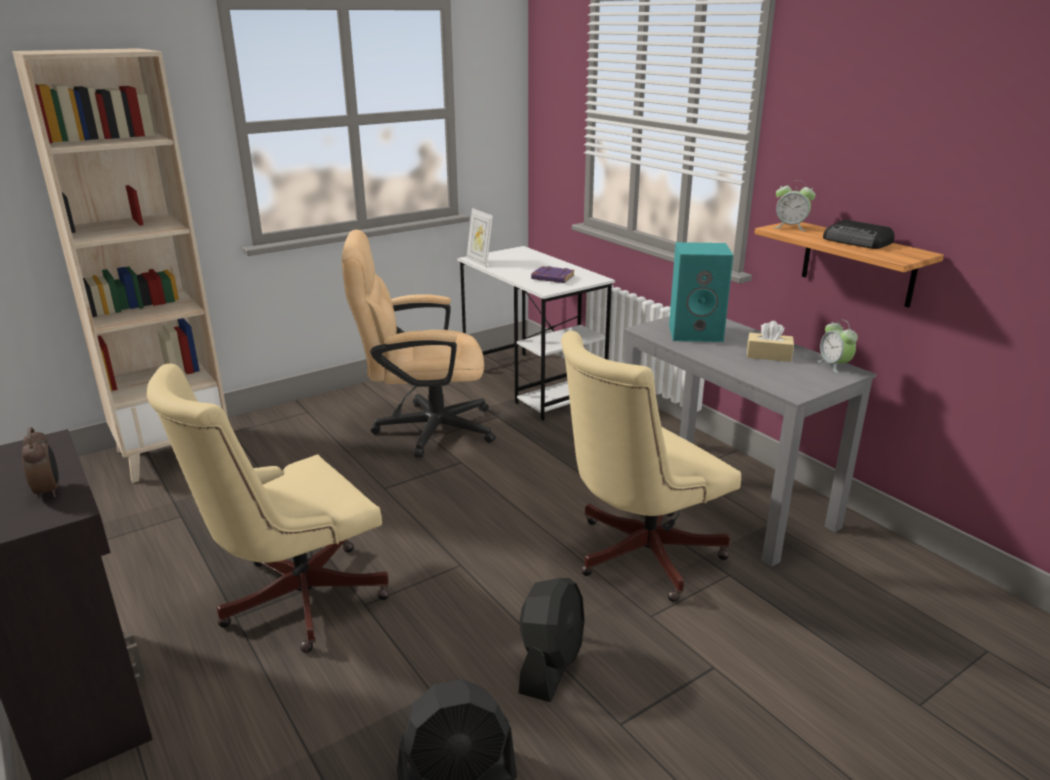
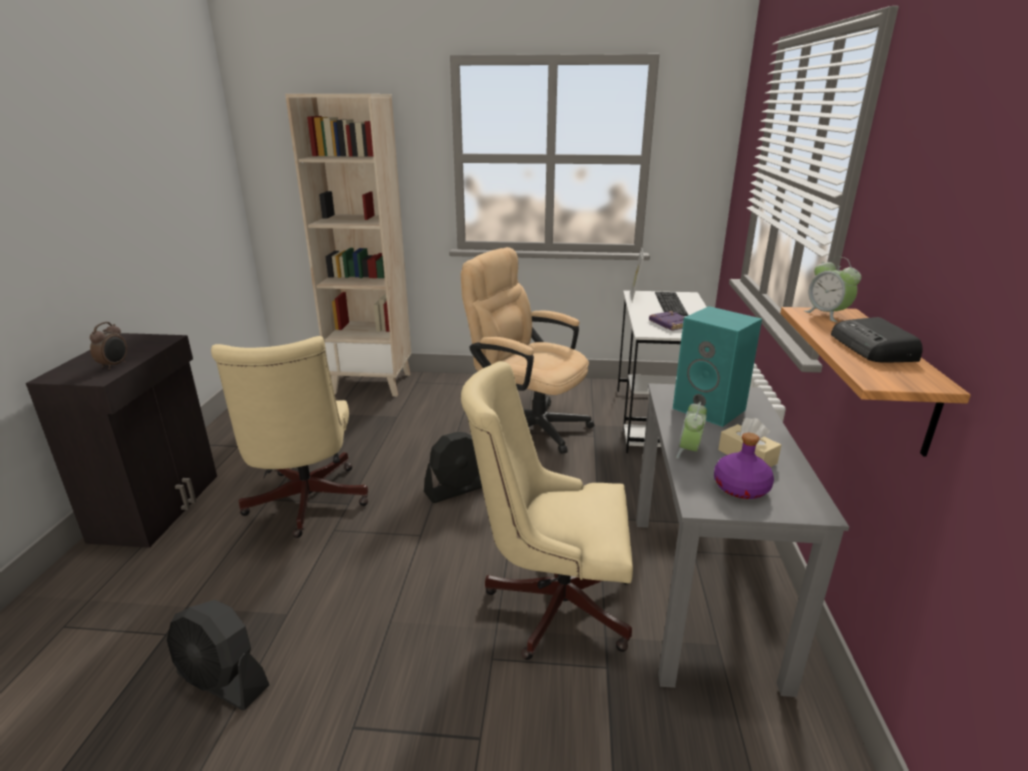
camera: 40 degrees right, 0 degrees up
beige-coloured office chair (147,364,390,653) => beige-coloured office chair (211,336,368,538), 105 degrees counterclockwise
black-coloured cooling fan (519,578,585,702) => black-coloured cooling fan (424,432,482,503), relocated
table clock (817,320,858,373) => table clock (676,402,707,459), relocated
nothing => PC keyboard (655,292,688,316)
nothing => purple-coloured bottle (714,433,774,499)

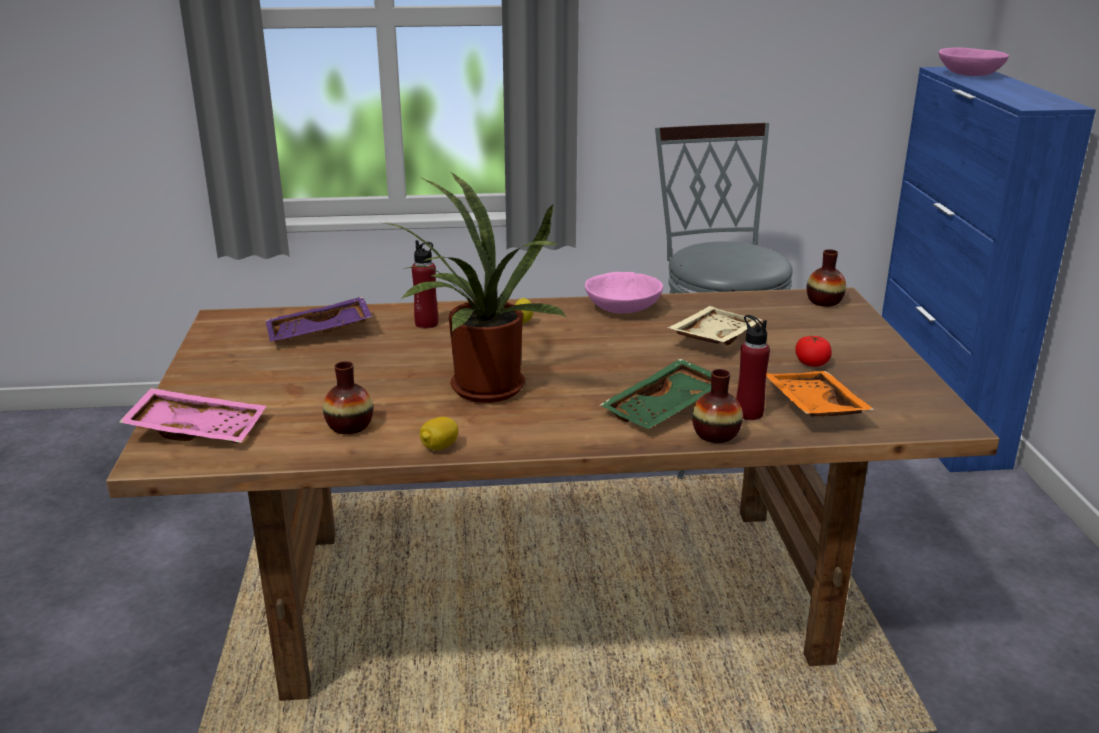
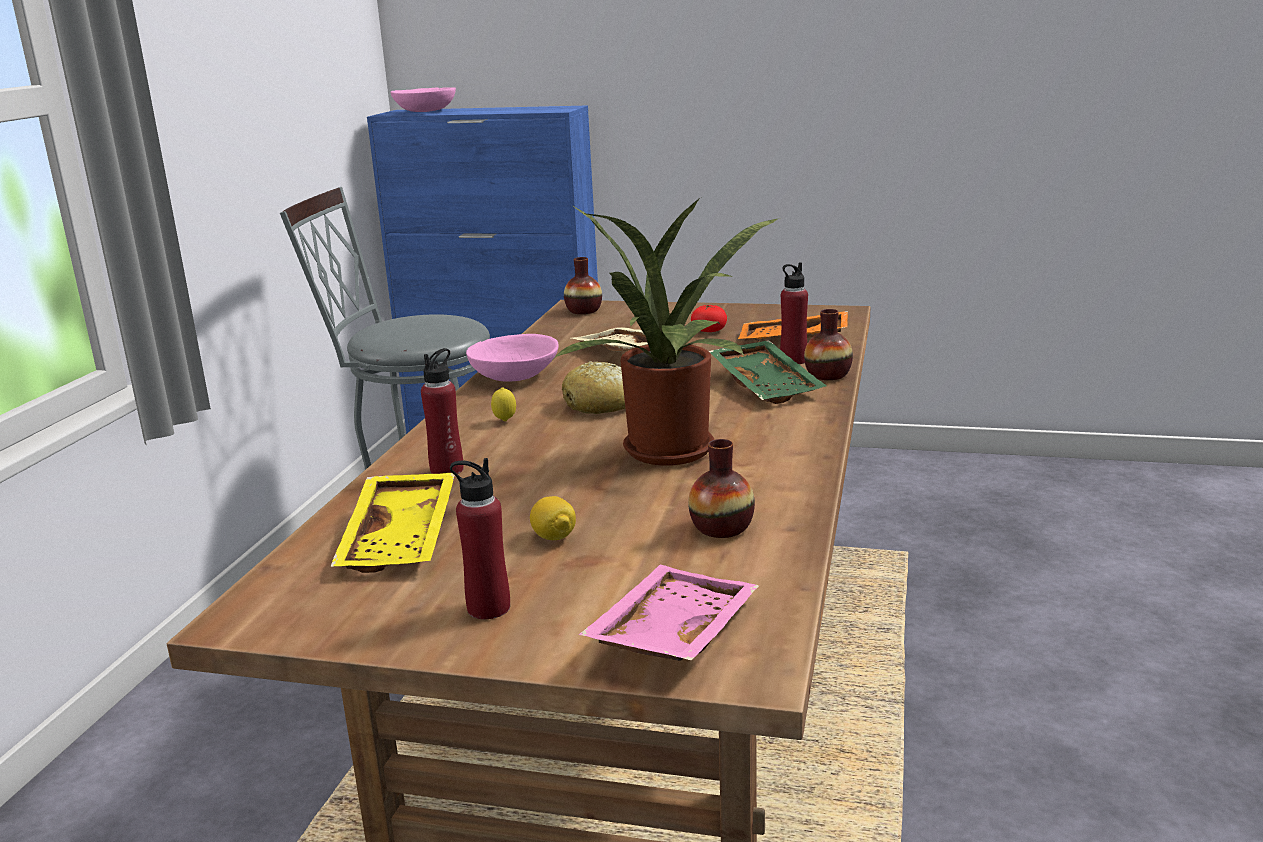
camera: 70 degrees left, 5 degrees down
purple-coloured tray (265,296,372,342) => yellow tray (330,473,455,573)
citrus fruit (420,417,459,450) => citrus fruit (530,496,576,540), relocated
nothing => red bottle (450,458,510,619)
nothing => baked bread (562,361,625,414)

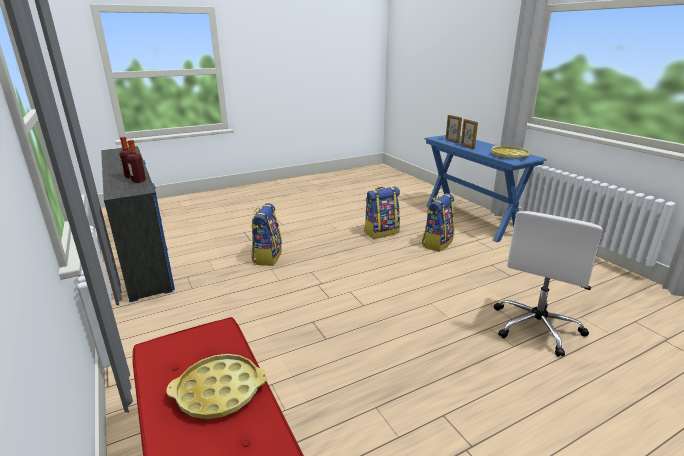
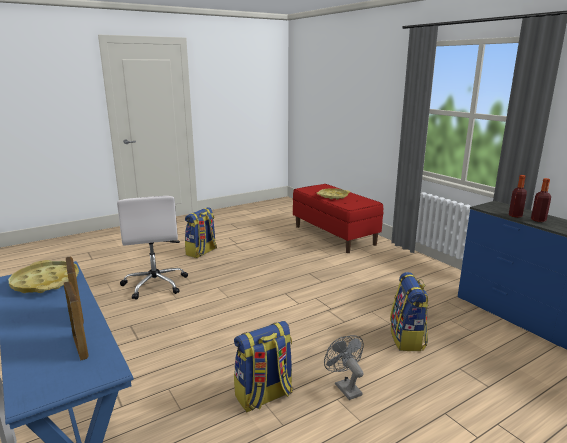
camera: 175 degrees right, 5 degrees down
rucksack (422,193,455,252) => rucksack (185,207,217,258), relocated
white-coloured office chair (494,211,603,357) => white-coloured office chair (117,196,188,300), 135 degrees clockwise
nothing => grey cooling fan (324,335,364,400)

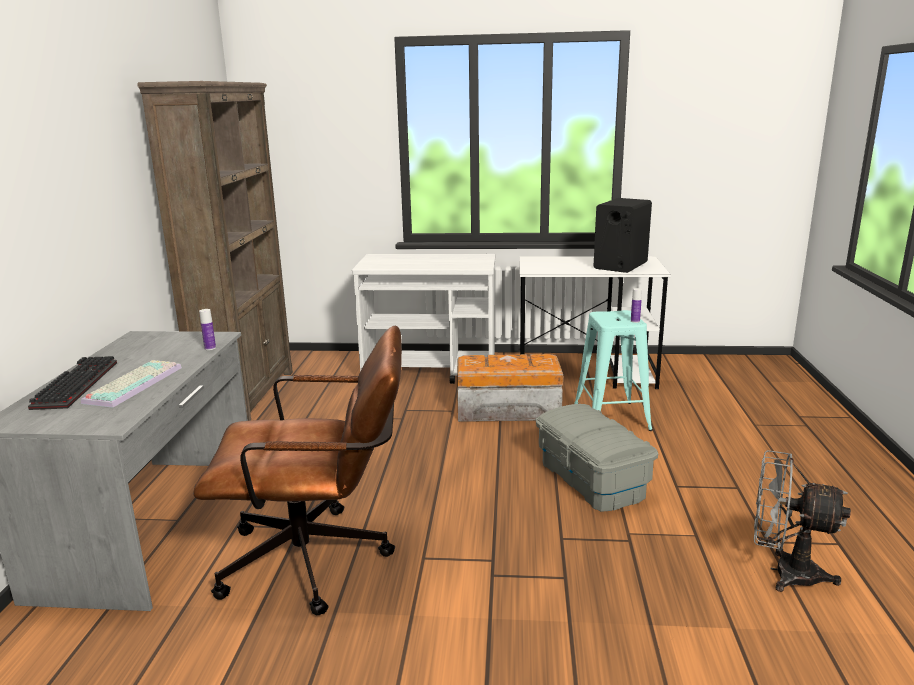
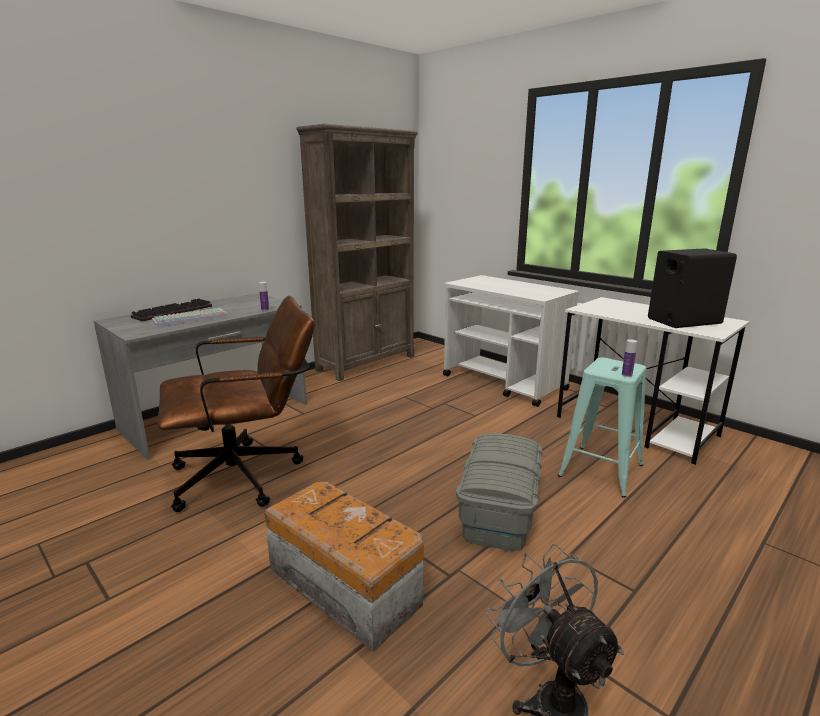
camera: 40 degrees right, 0 degrees up
brown office chair (193,325,402,615) => brown office chair (157,296,315,512), 60 degrees counterclockwise
storage container (457,354,563,422) => storage container (264,482,424,652), relocated

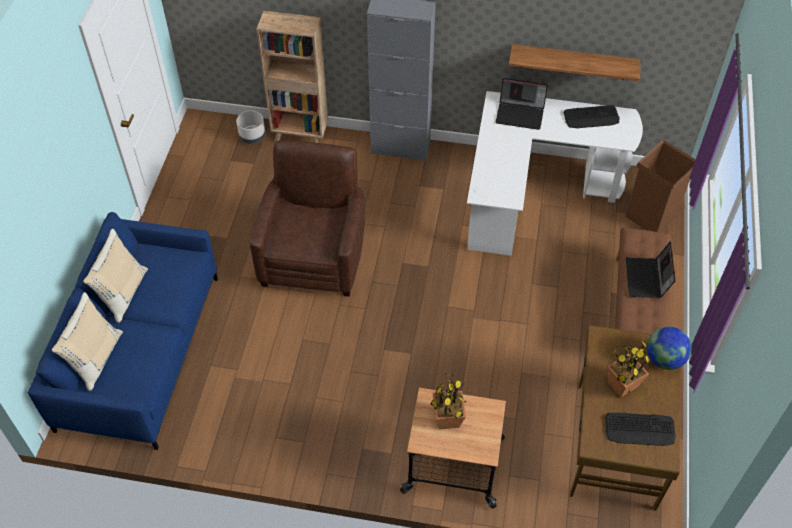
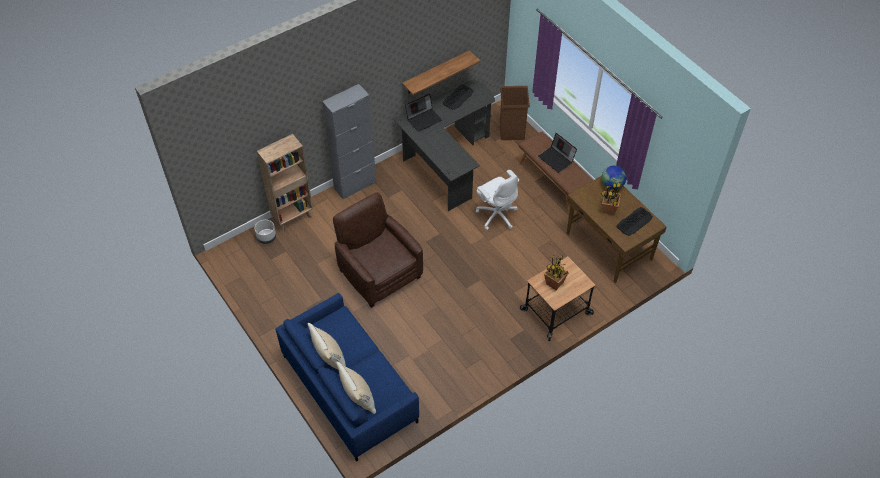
camera: 45 degrees left, 0 degrees up
white-coloured desk unit (467,91,643,256) => black-coloured desk unit (393,79,495,211)
nothing => white-coloured office chair (476,170,519,230)

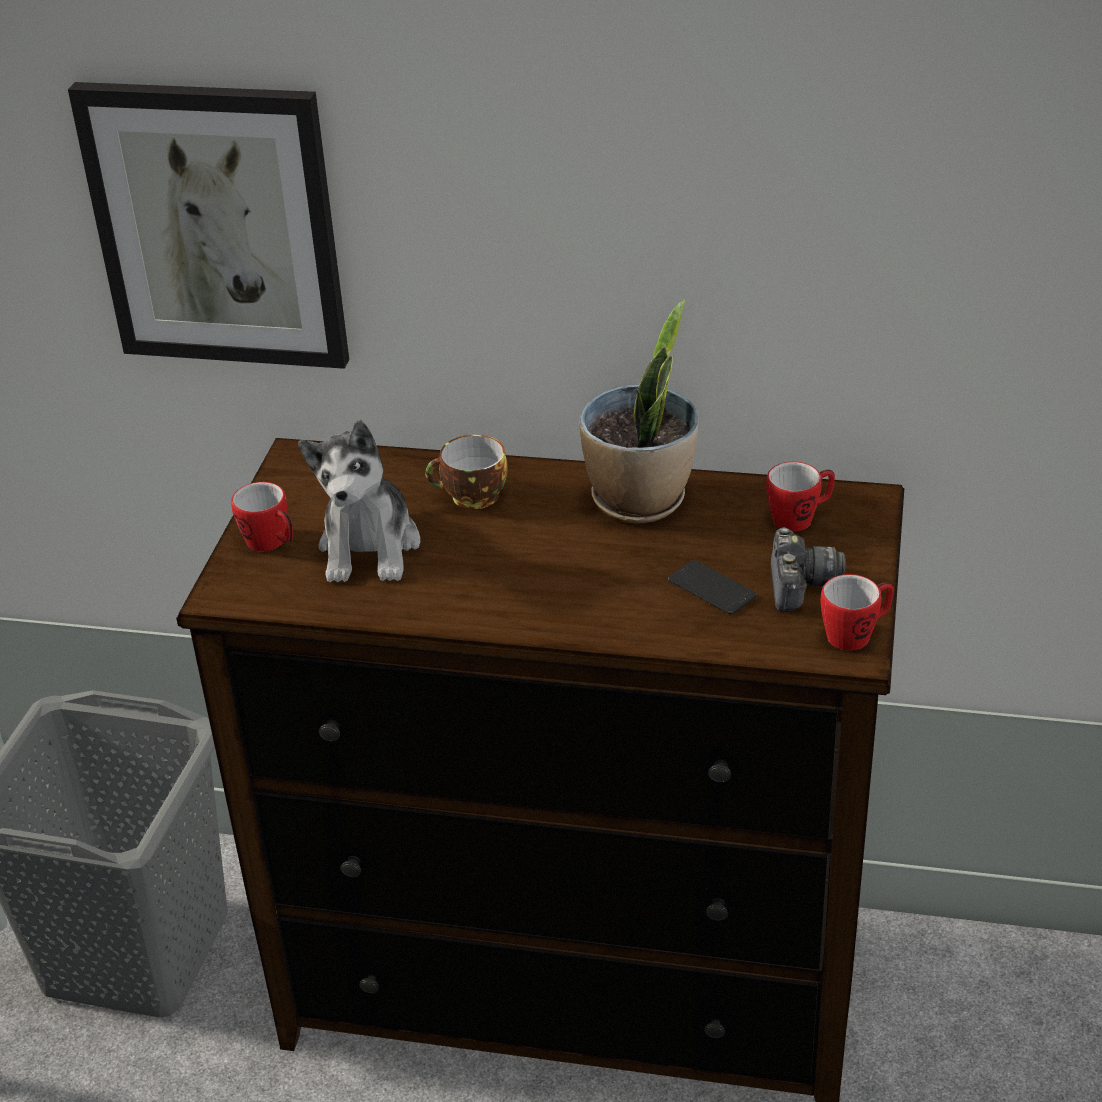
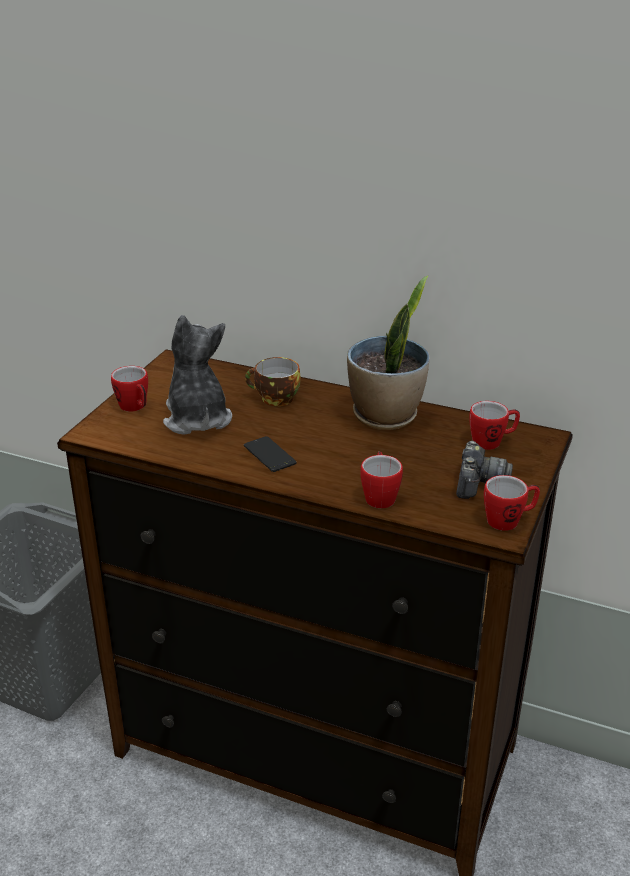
camera: 10 degrees right, 5 degrees down
picture (68,82,349,369) => nothing
cuddly toy (298,420,420,582) => cuddly toy (163,315,232,435), 150 degrees clockwise
handset (668,560,757,615) => handset (244,436,296,472), relocated
nothing => mug (360,451,403,508)

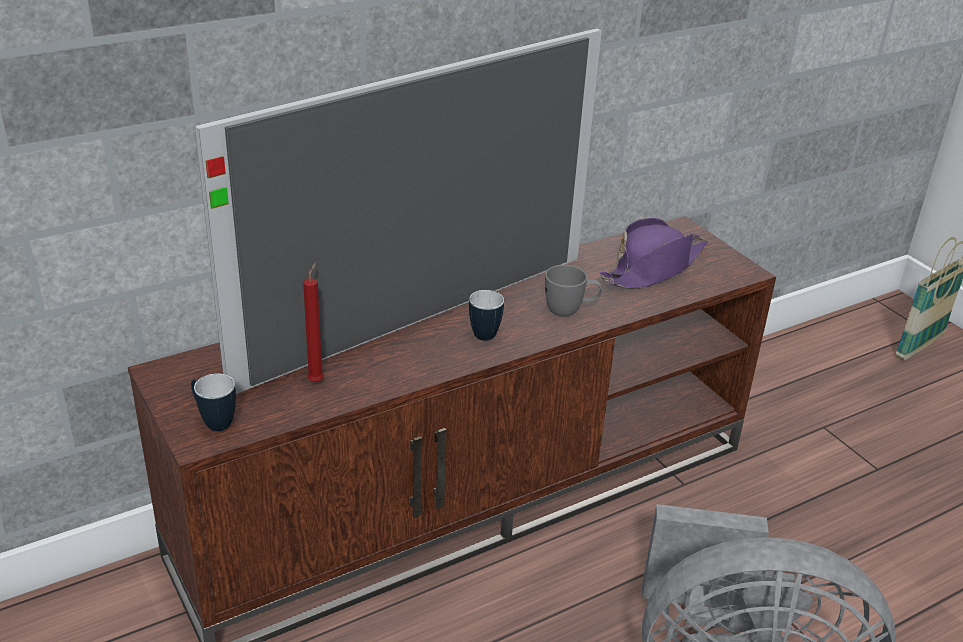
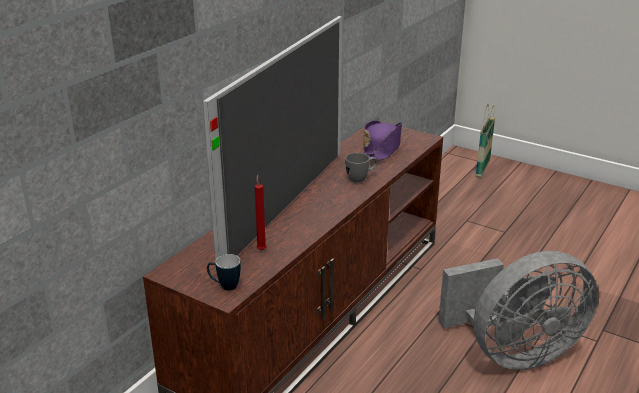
camera: 25 degrees left, 5 degrees down
mug (469,290,504,341) => nothing

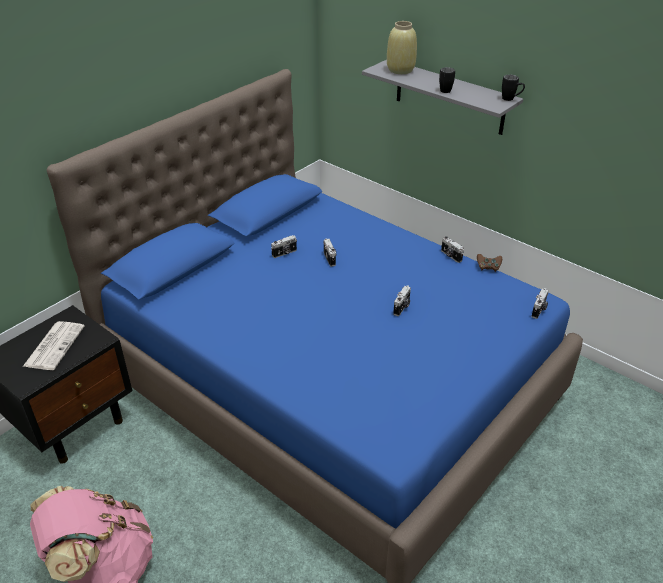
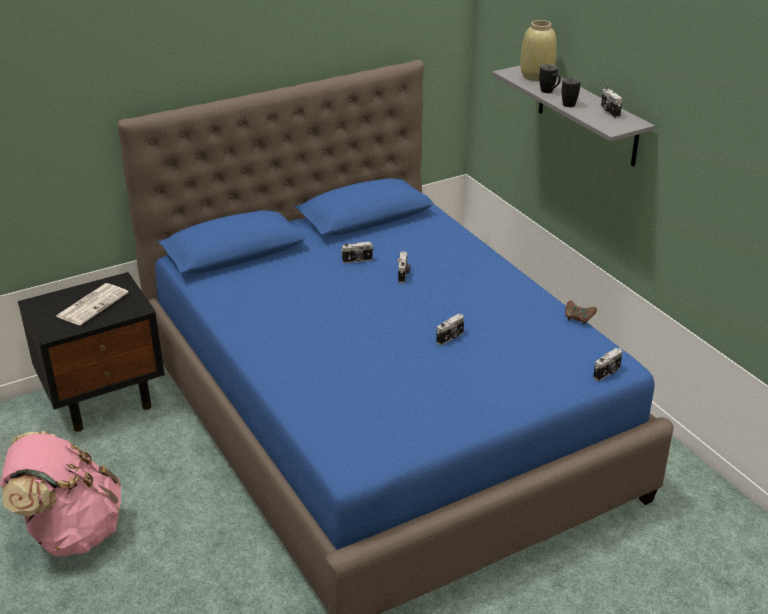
camera: 20 degrees right, 5 degrees down
still camera (441,236,464,263) => still camera (601,87,622,118), relocated
black-coloured mug (502,75,525,101) => black-coloured mug (539,64,561,93), relocated

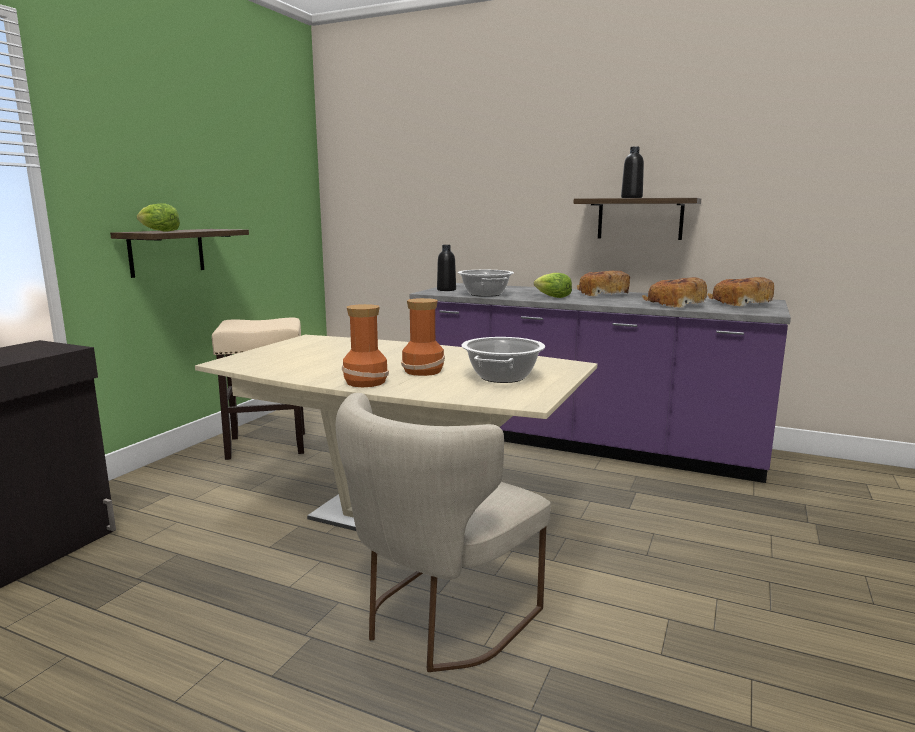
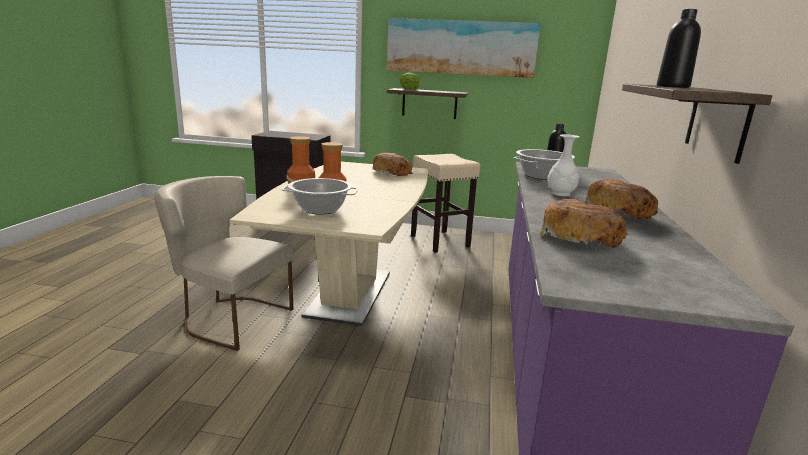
camera: 75 degrees right, 5 degrees up
lettuce head (534,273,572,298) => white-coloured decorative vase (547,134,580,196)
baked bread (708,277,774,306) => baked bread (373,153,413,176), relocated
nothing => picture (387,18,541,78)

